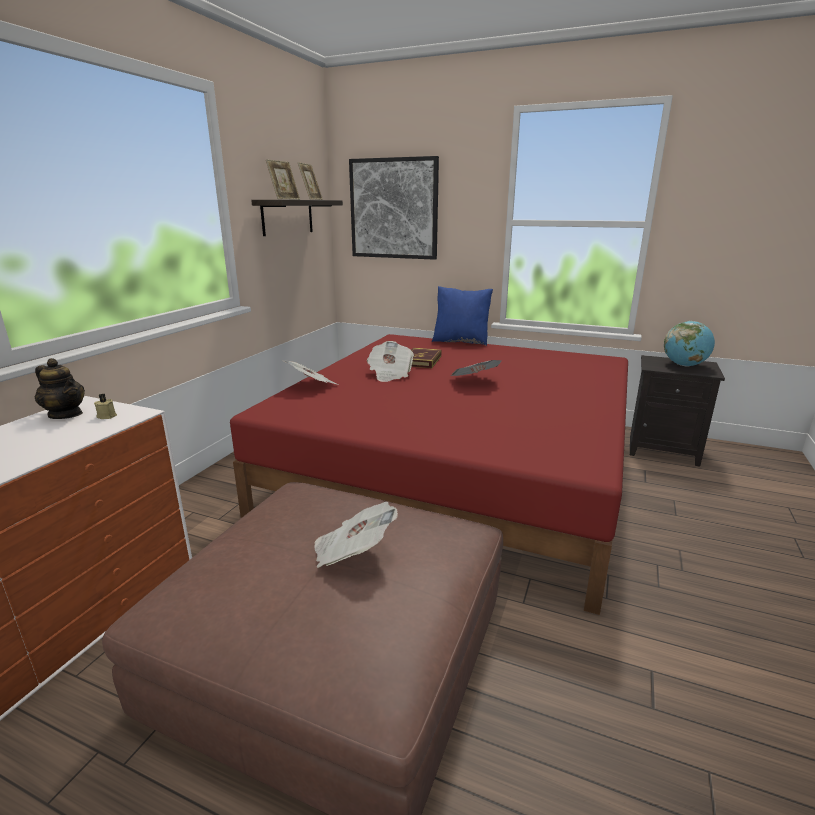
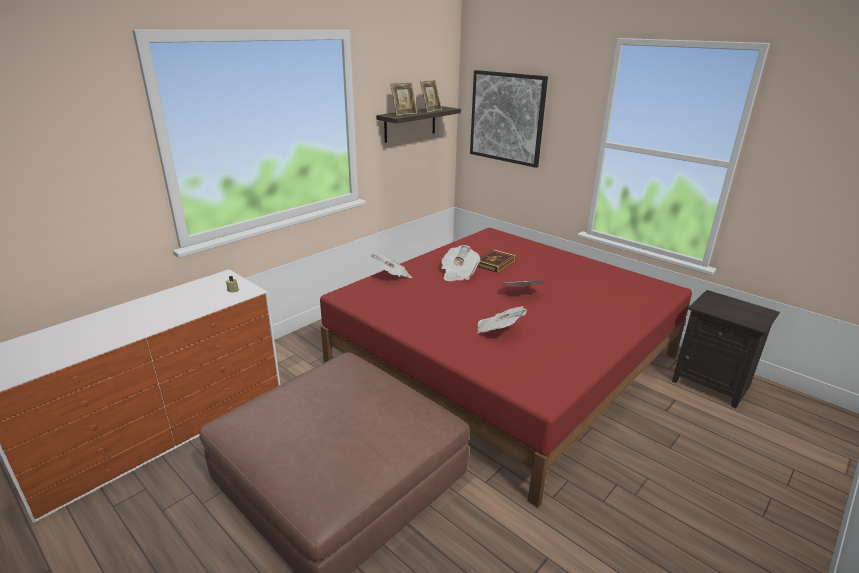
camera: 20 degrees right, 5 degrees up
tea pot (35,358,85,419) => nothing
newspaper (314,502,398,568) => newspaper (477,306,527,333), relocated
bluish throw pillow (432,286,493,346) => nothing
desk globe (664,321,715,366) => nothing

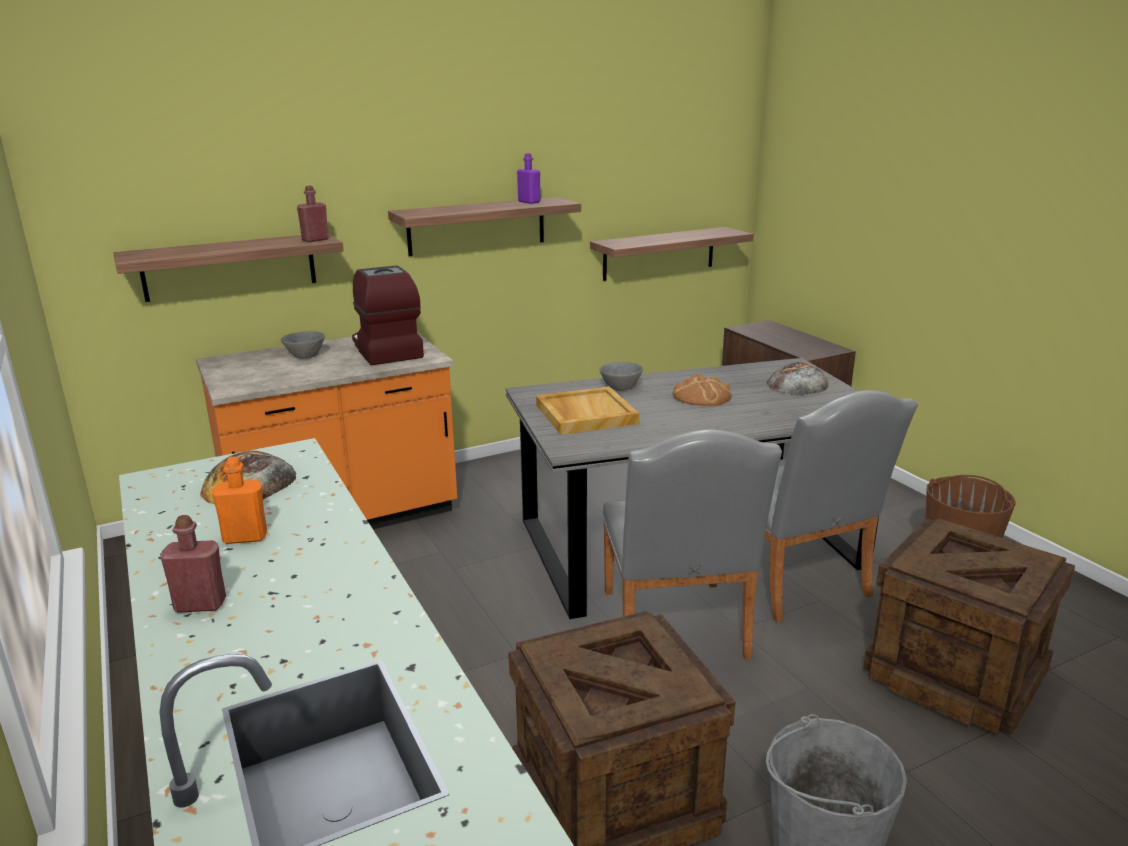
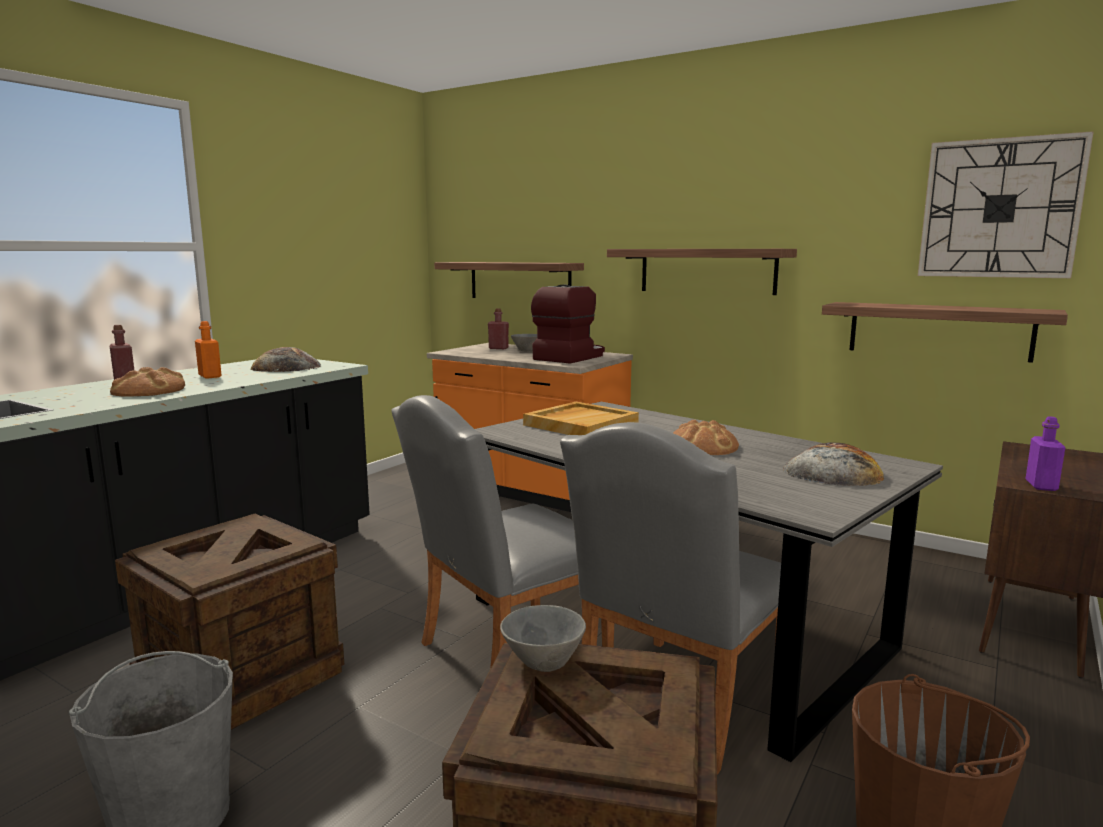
camera: 60 degrees right, 10 degrees down
red bottle (297,186,329,242) => red bottle (488,308,509,349), relocated
purple-coloured bottle (517,153,540,204) => purple-coloured bottle (1025,416,1066,491), relocated
grey serving bowl (599,362,643,391) => grey serving bowl (500,605,586,672), relocated
nothing => baked bread (110,367,185,397)
nothing => clock on the wall (918,131,1094,278)

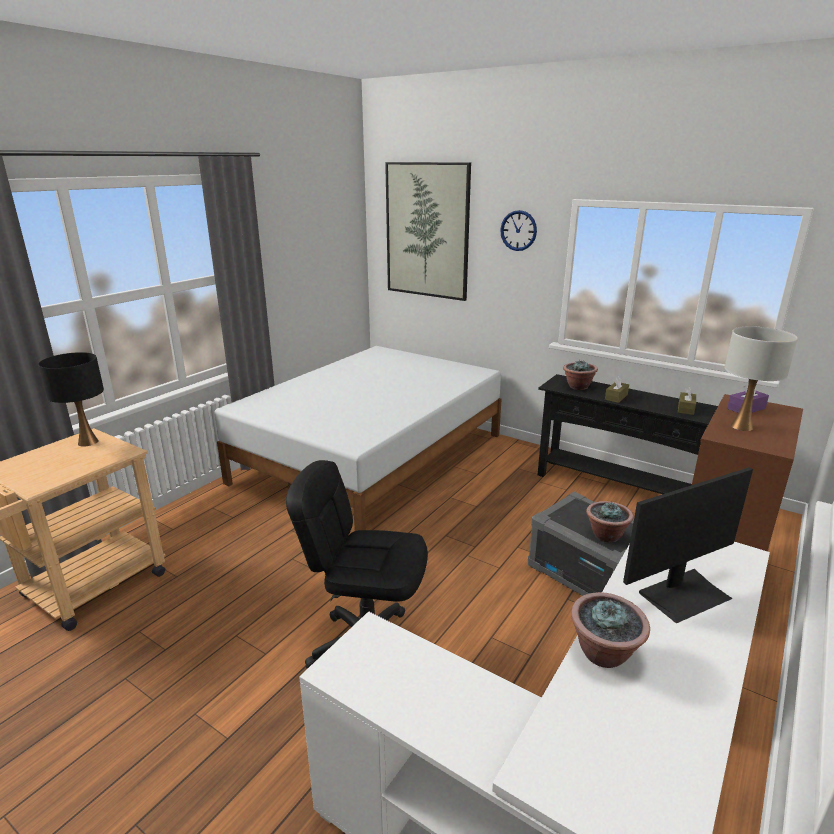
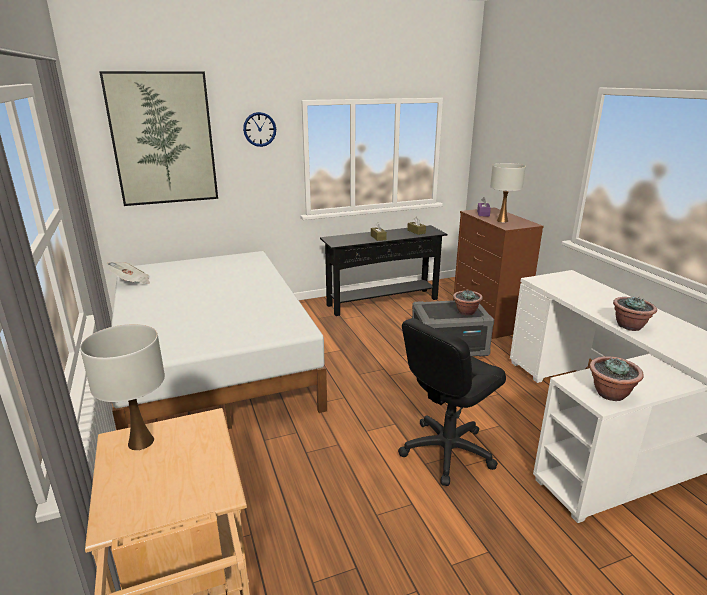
camera: 55 degrees left, 0 degrees up
black-coloured lamp for a table (38,352,104,447) => white-coloured lamp for a table (80,324,165,450)
plant in a pot (563,360,598,390) => plant in a pot (590,356,644,401), relocated
computer screen (623,467,753,623) => nothing
nothing => newspaper (107,262,150,284)

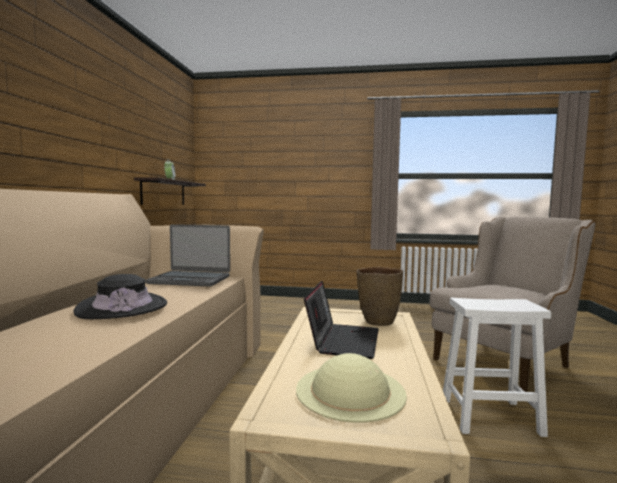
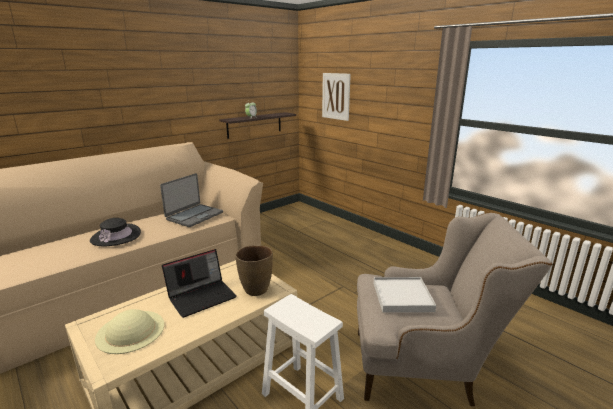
camera: 40 degrees right, 15 degrees up
portable computer (146,224,230,287) => portable computer (160,173,223,227), 105 degrees counterclockwise
nothing => picture (322,73,351,121)
nothing => white-coloured tray (373,277,436,313)

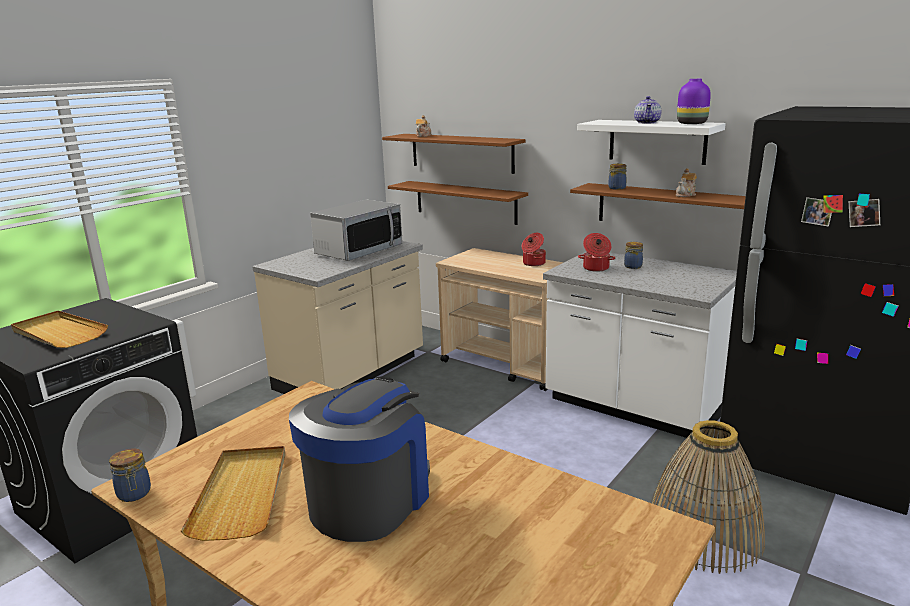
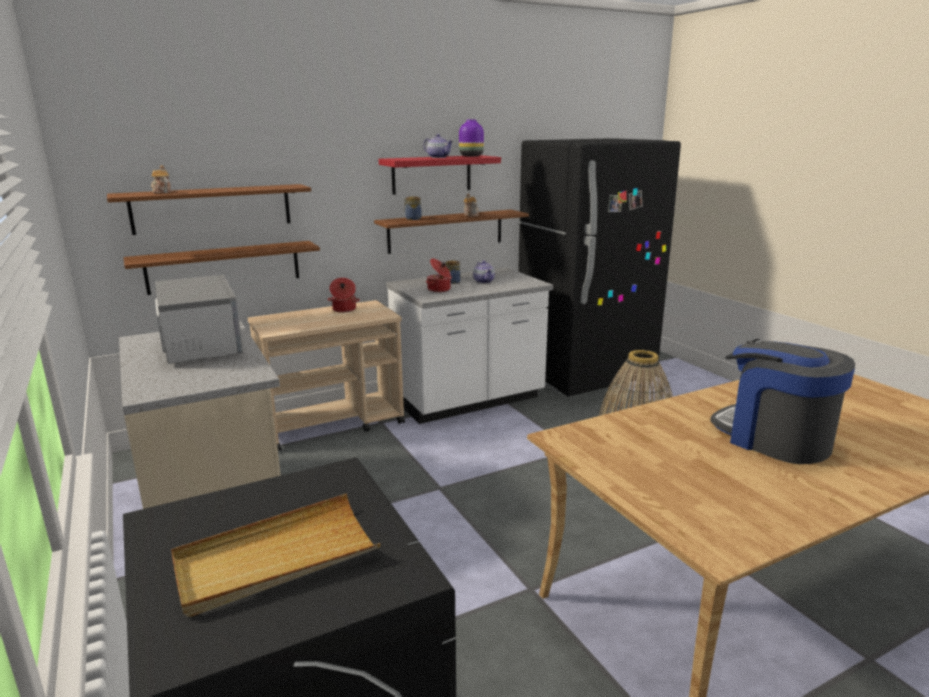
camera: 65 degrees left, 0 degrees up
storage jar (109,448,151,502) => nothing
beige-coloured tray (181,446,285,541) => nothing
white-coloured bracket shelf (577,120,726,165) => red bracket shelf (379,155,501,195)
nothing => tea pot (473,261,495,283)

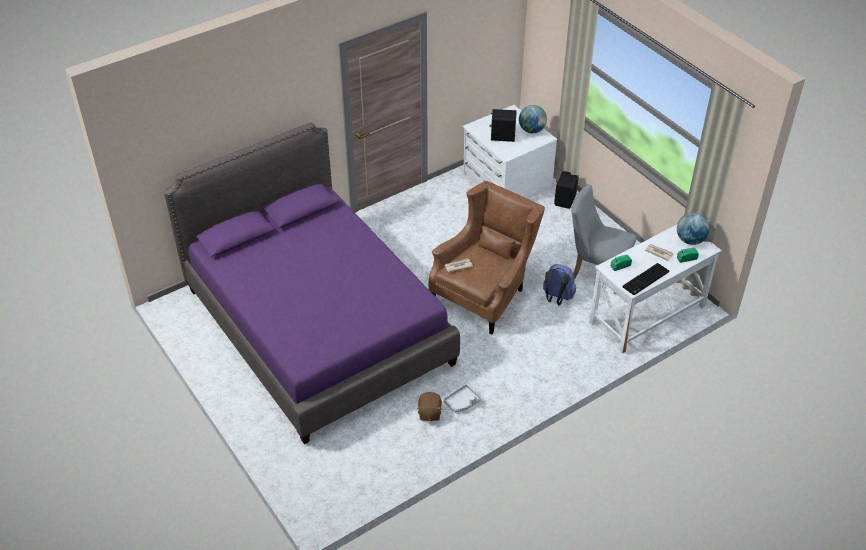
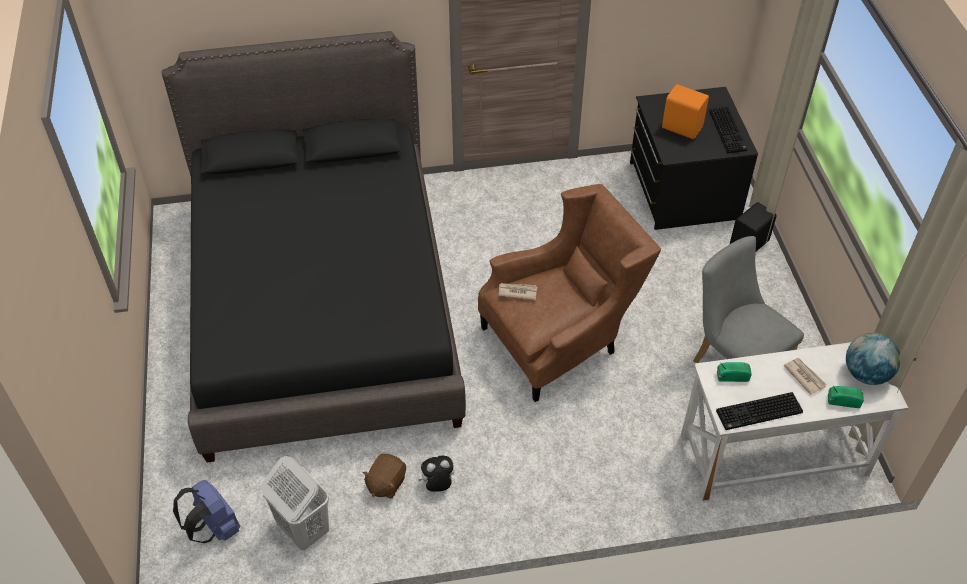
camera: 25 degrees right, 5 degrees up
purple-coloured bedroom bed (164,122,460,444) => black-coloured bedroom bed (162,31,466,463)
grey tray (443,384,482,412) => cuddly toy (418,455,454,492)
white-coloured chest of drawers (463,105,557,199) => black-coloured chest of drawers (630,87,758,230)
black-coloured speaker (489,109,517,142) => orangey speaker (662,84,709,139)
desk globe (519,105,547,134) => PC keyboard (709,106,747,153)
bluish rucksack (543,264,576,305) => bluish rucksack (173,480,240,543), relocated
nothing => white-coloured washing basket (261,456,329,550)

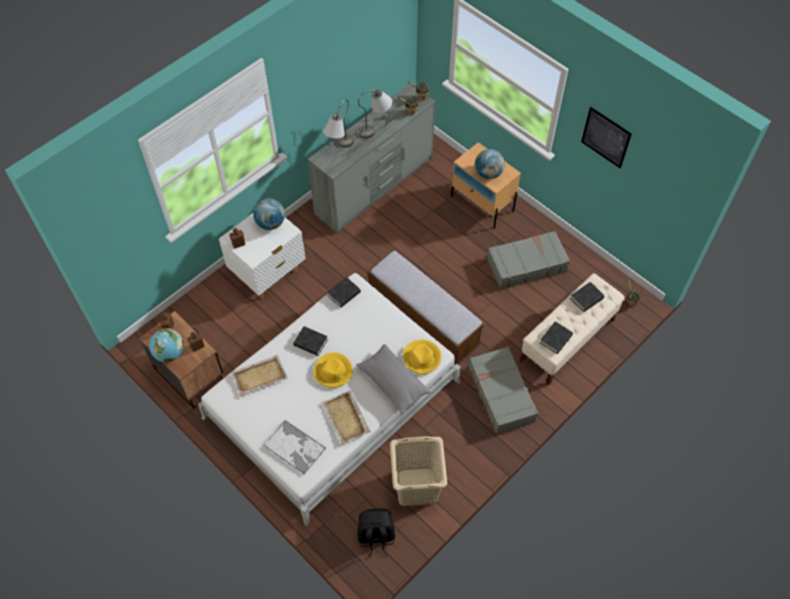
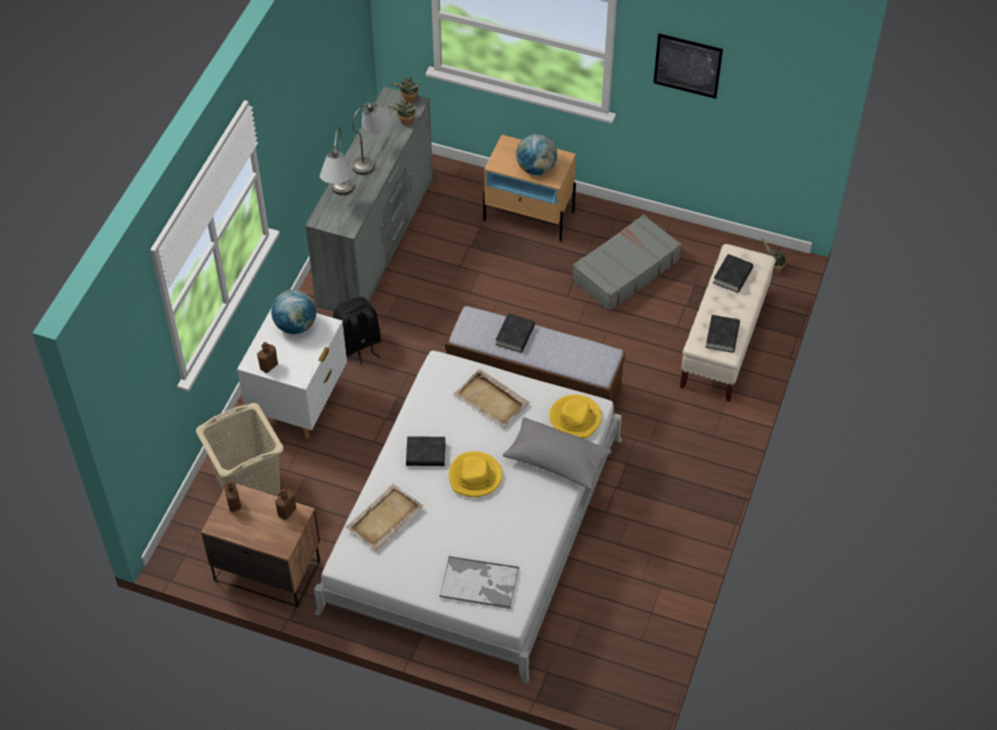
camera: 25 degrees left, 5 degrees down
desk globe (149,328,184,362) => nothing
beige-coloured tray (322,390,371,444) => beige-coloured tray (453,369,530,428), relocated
black-coloured bound book (327,277,361,308) => black-coloured bound book (495,313,535,353), relocated
black-coloured rucksack (357,508,395,558) => black-coloured rucksack (333,297,381,366), relocated
beige-coloured washing basket (390,436,447,506) => beige-coloured washing basket (196,403,283,495), relocated
grey piece of luggage (468,347,538,434) => nothing

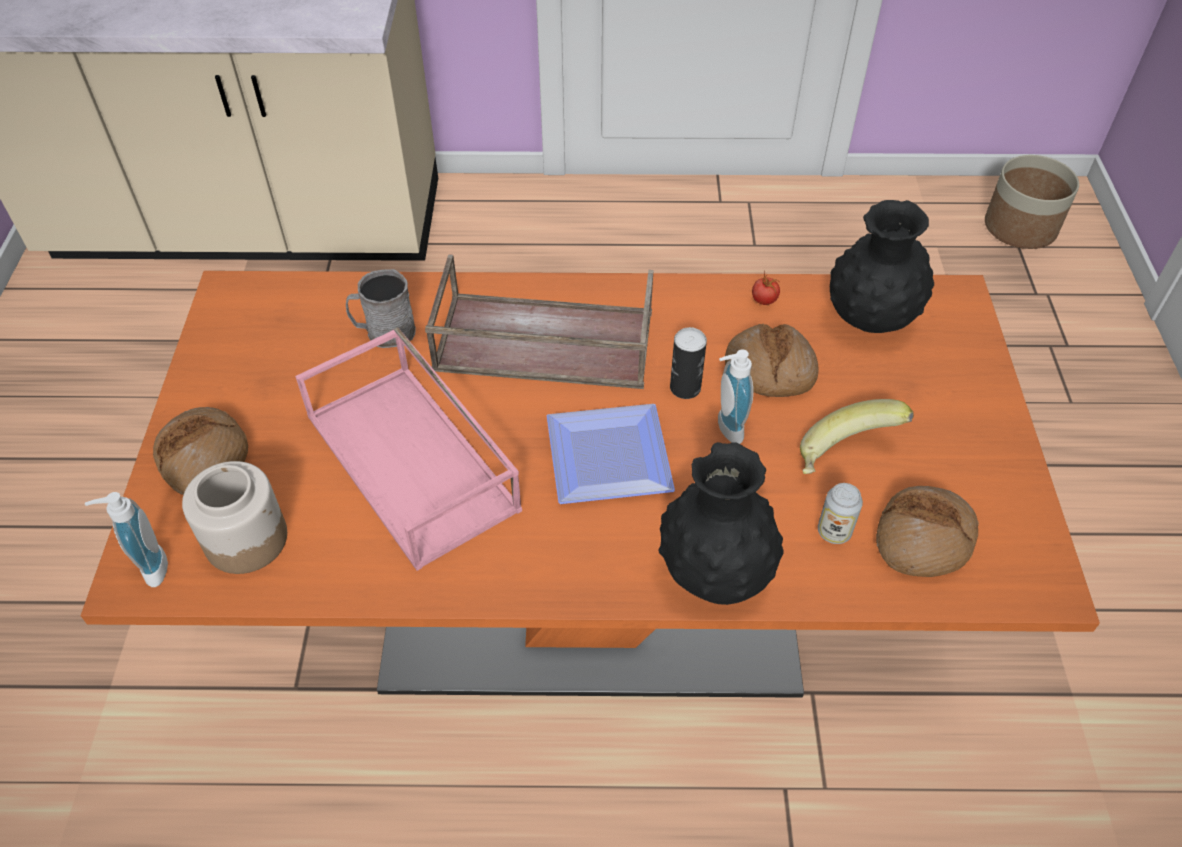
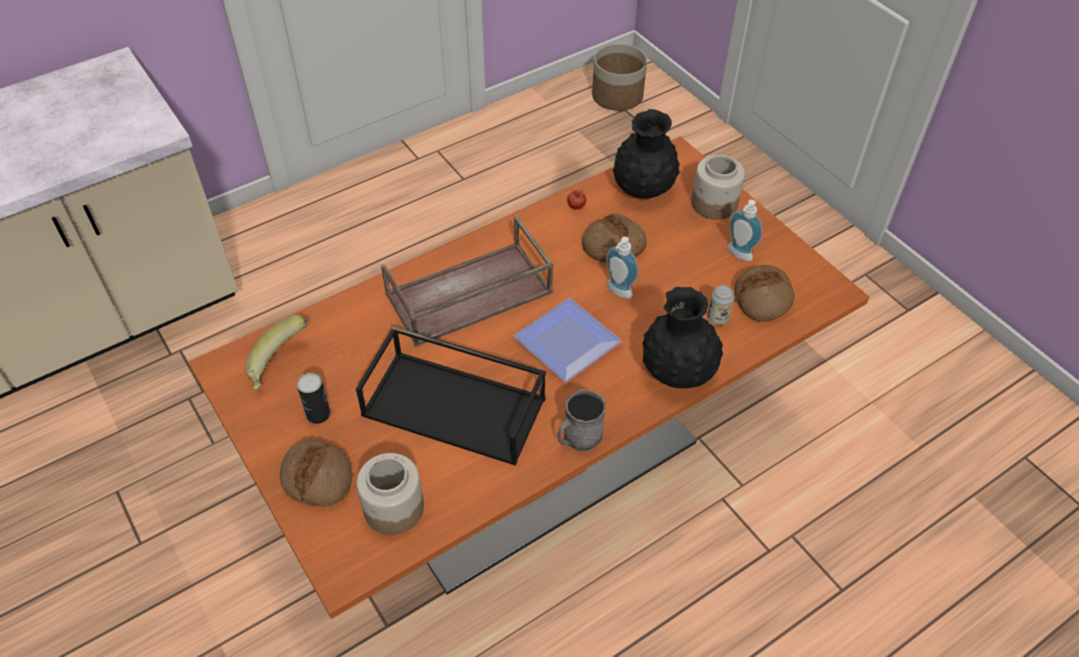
camera: 35 degrees left, 0 degrees up
soap bottle (85,492,168,587) => soap bottle (727,200,763,261), relocated
pinkish tray (295,327,522,571) => black-coloured tray (356,326,546,466)
grey mug (346,269,416,348) => grey mug (557,389,606,452), relocated
sealed can (670,327,707,399) => sealed can (297,373,330,424), relocated
whole banana (800,399,914,474) => whole banana (245,315,307,390), relocated
nothing => storage jar (691,155,745,220)

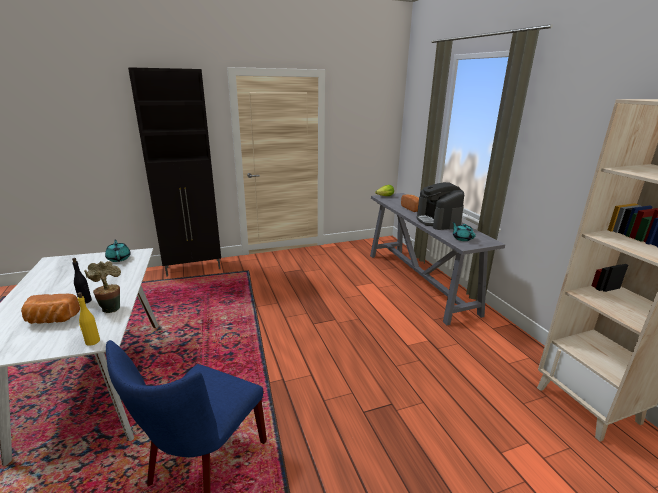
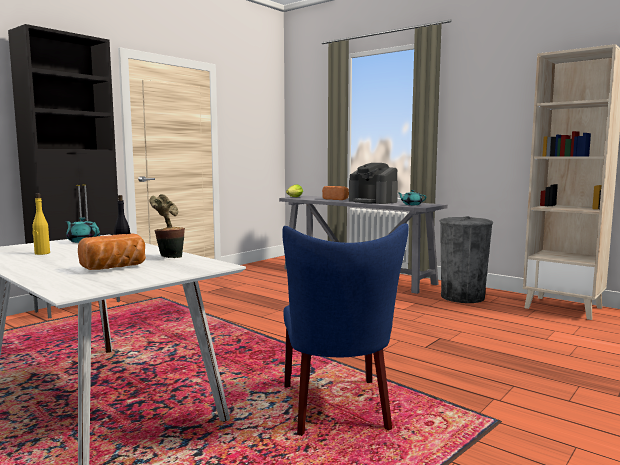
camera: 30 degrees left, 15 degrees down
yellow bottle (77,292,100,346) => yellow bottle (33,193,50,255), relocated
nothing => grey trash can (439,216,493,303)

